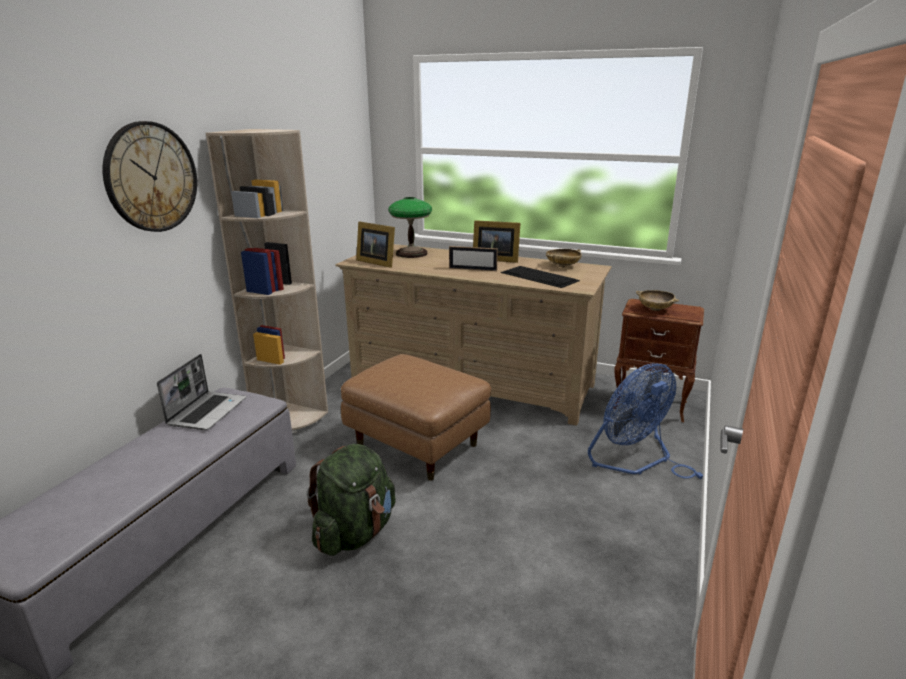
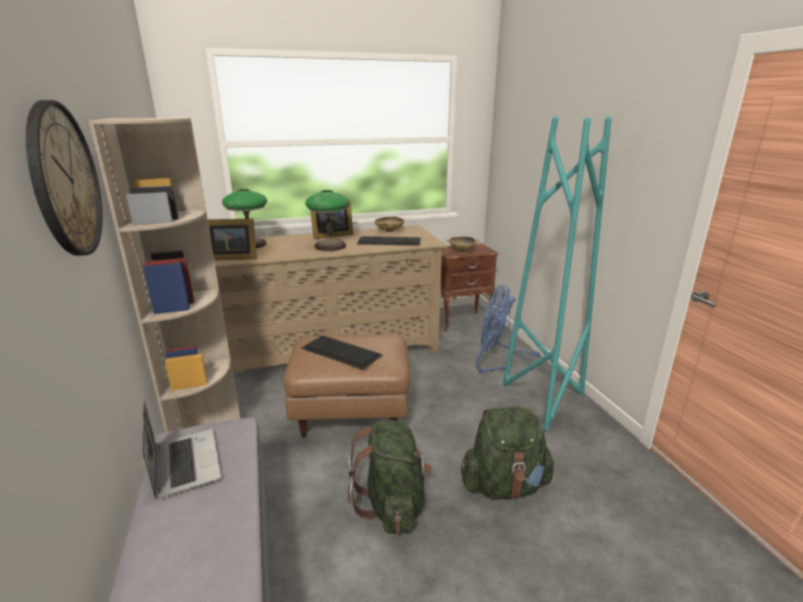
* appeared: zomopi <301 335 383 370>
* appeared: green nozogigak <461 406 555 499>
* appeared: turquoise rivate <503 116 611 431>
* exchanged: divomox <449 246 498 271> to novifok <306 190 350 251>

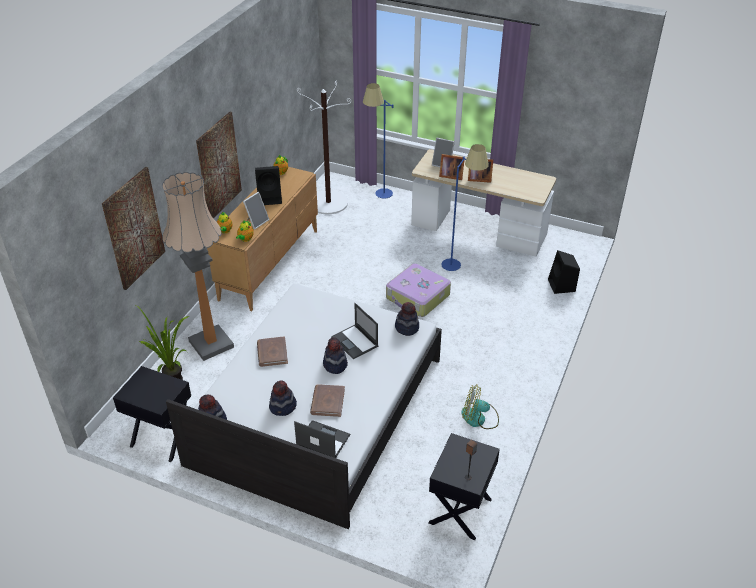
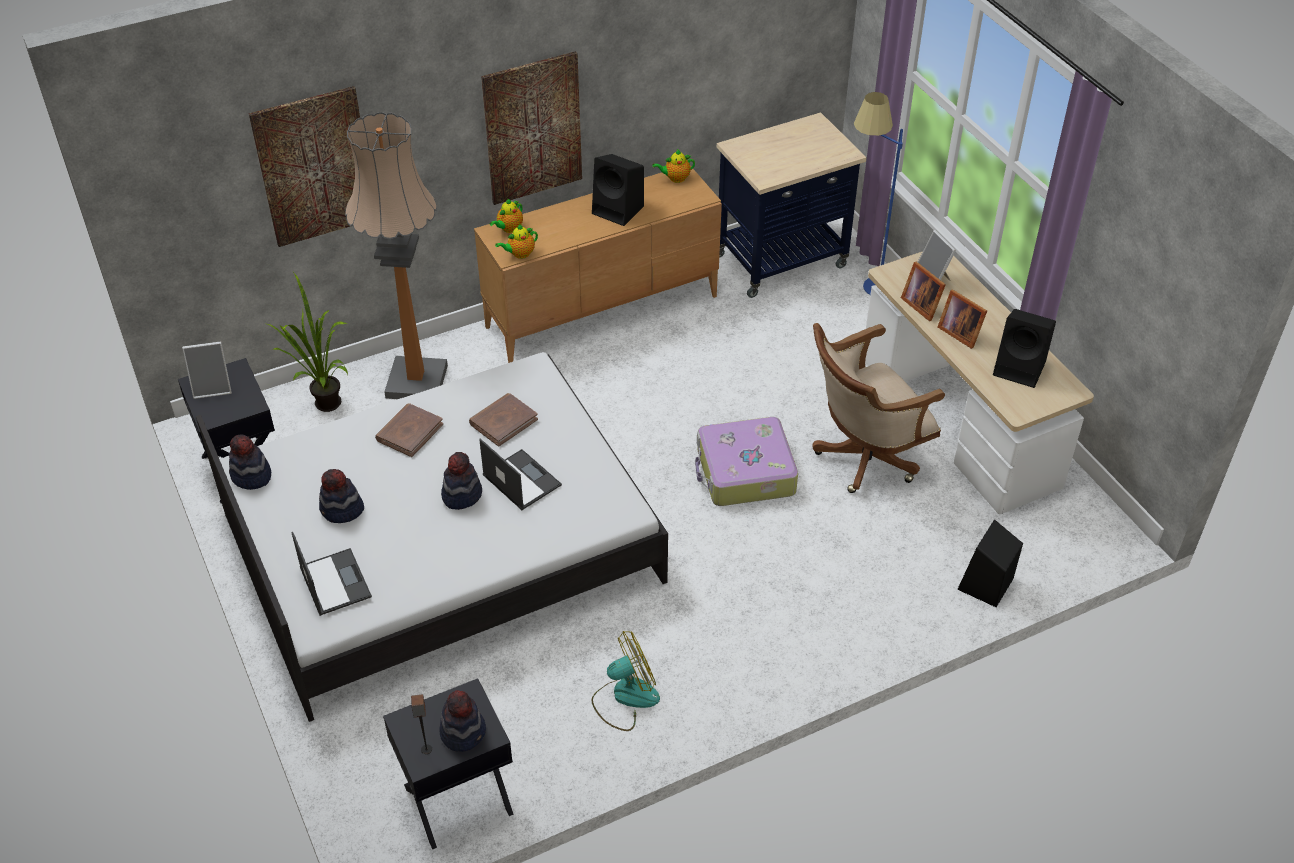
* appeared: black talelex <993 309 1056 388>
* relocated: divomox <243 192 270 230> to <182 341 232 399>
* relocated: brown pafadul <310 384 345 417> to <469 393 538 447>
* relocated: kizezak <395 302 419 336> to <439 690 486 752>
* exchanged: white rivate <297 81 351 214> to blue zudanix <717 112 867 298>
* exchanged: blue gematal <441 144 489 271> to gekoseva <813 323 945 493>
* spun: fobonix <331 303 378 359> = <479 438 562 510> 135 degrees clockwise
* spun: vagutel <461 385 499 429> = <591 631 660 731> 105 degrees clockwise

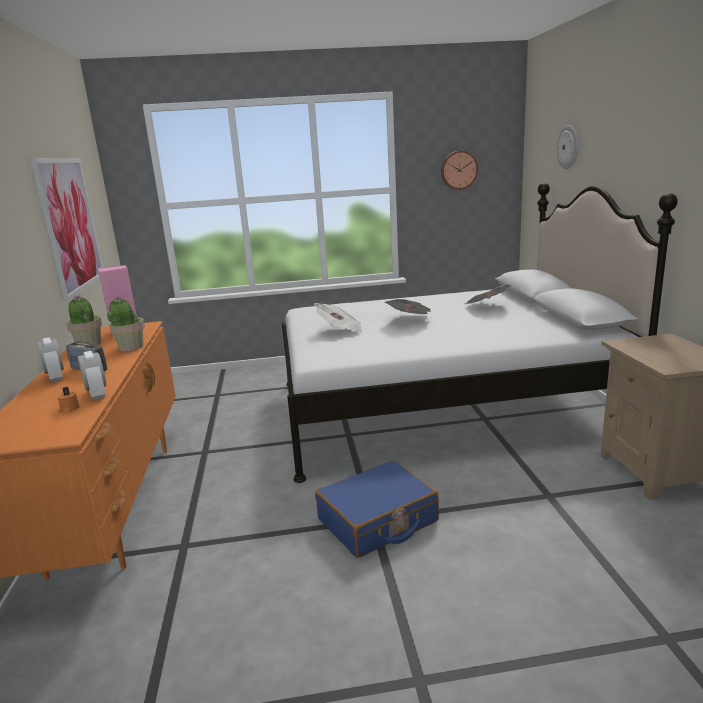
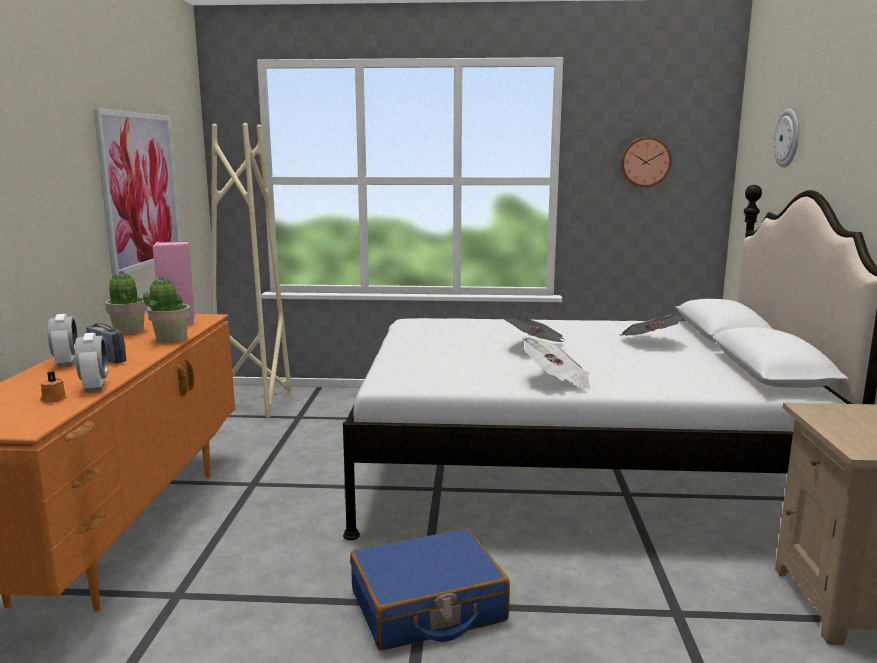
* appeared: beige rivate <211 123 292 418>
* relocated: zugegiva <314 303 362 333> to <522 337 590 390>

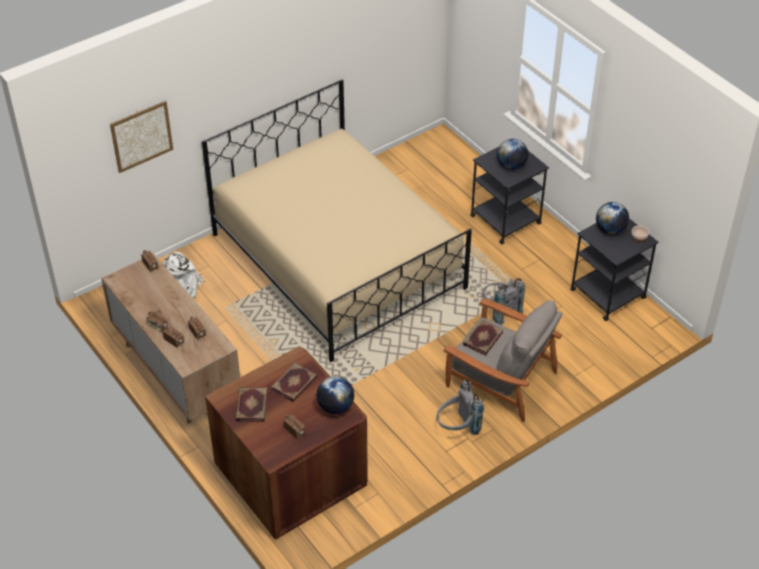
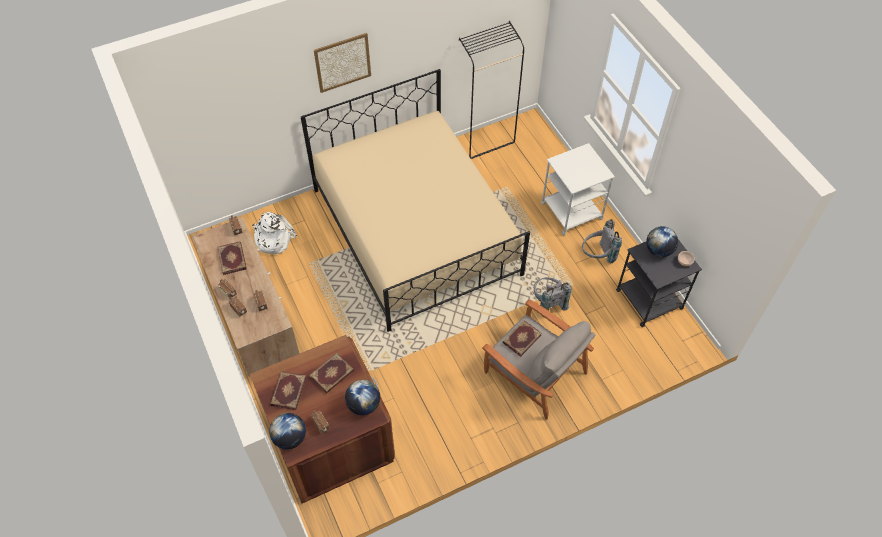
* appeared: pafadul <217 242 247 275>
* appeared: black rivate <459 21 524 159>
* relocated: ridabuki <110 101 173 173> to <314 33 371 93>
* relocated: grey nozogigak <436 380 484 435> to <582 219 622 263>
* relocated: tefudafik <497 139 528 170> to <269 413 306 450>
* colour: black zudanix <470 147 549 244> to white zudanix <541 143 615 235>

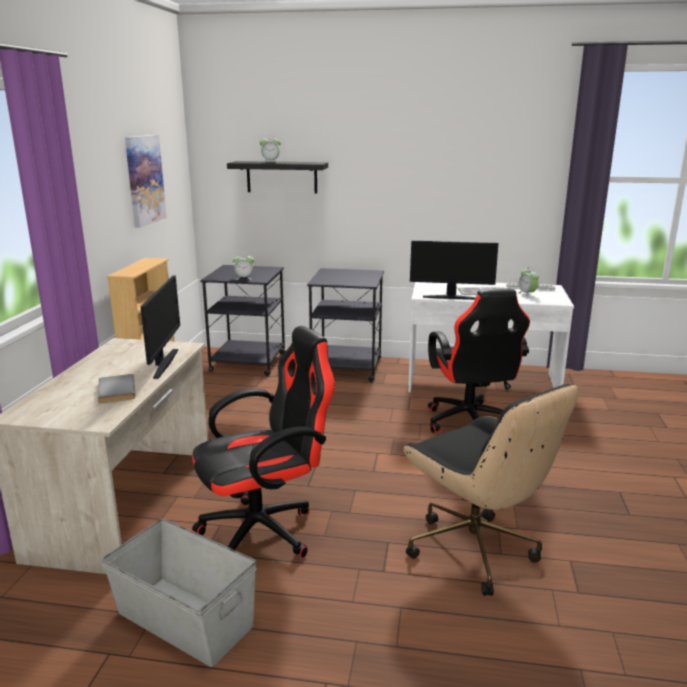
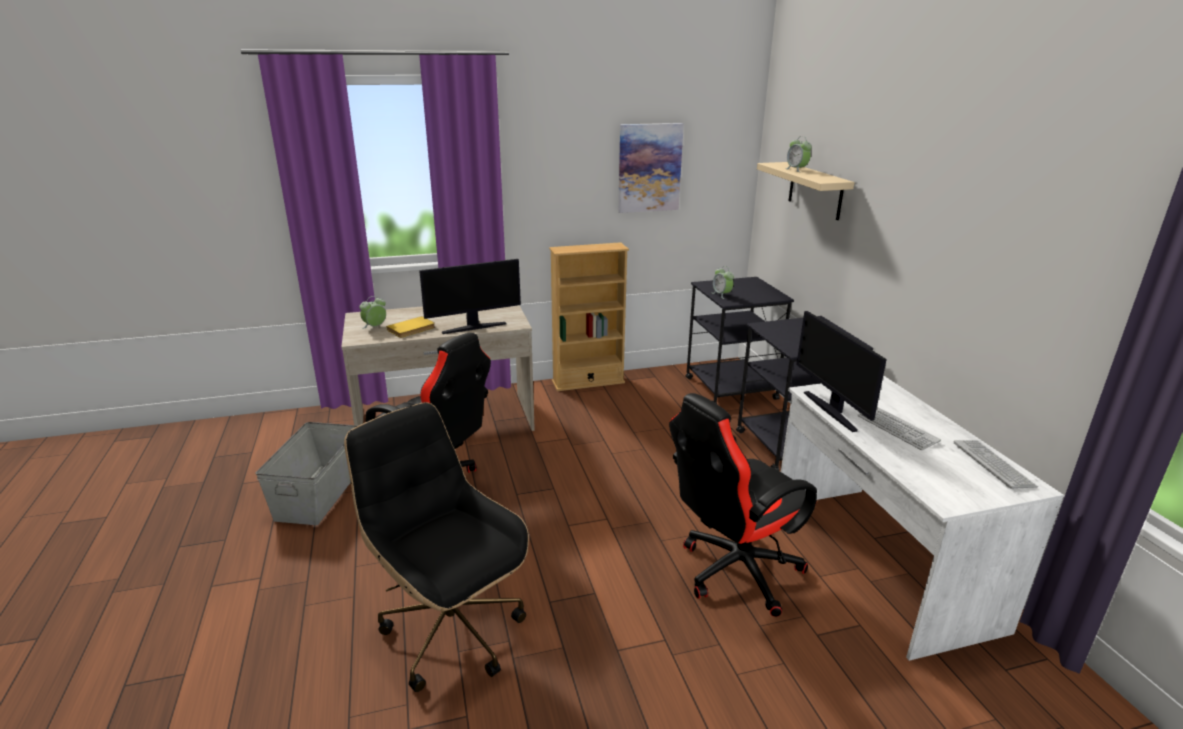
* relocated: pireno <517 267 539 297> to <360 296 386 329>
* colour: grey pafadul <98 374 136 403> to yellow pafadul <386 316 435 338>
* colour: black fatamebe <227 161 328 194> to beige fatamebe <757 162 854 220>
* spun: black gekoseva <403 384 578 596> = <344 402 529 692> 105 degrees clockwise

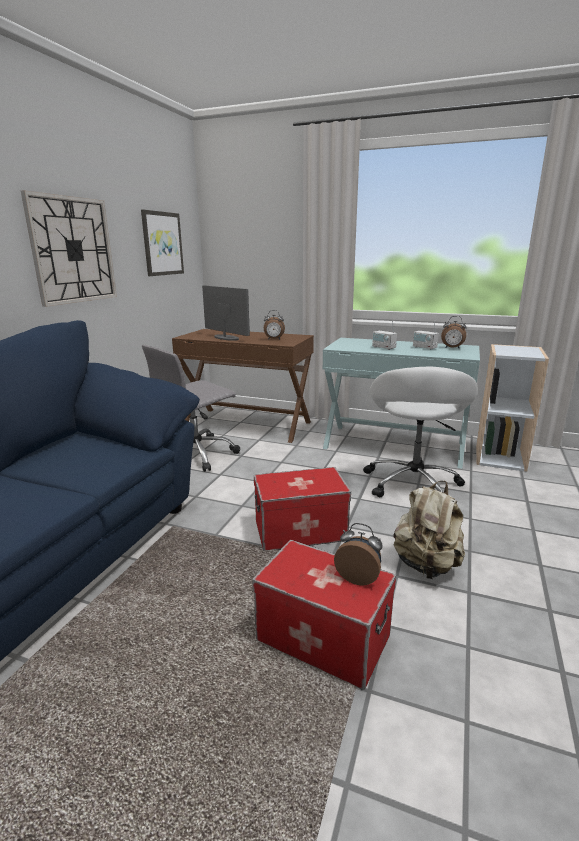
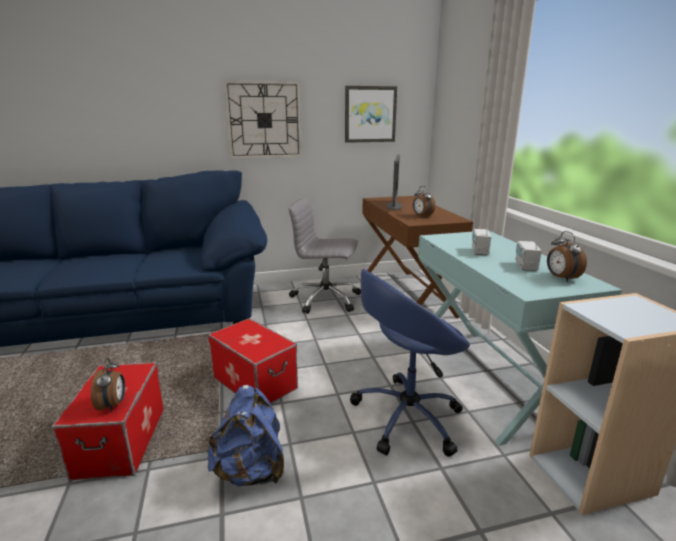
* colour: white gekoseva <363 367 478 497> to blue gekoseva <350 269 470 457>
* colour: beige nozogigak <394 480 465 579> to blue nozogigak <206 385 284 487>

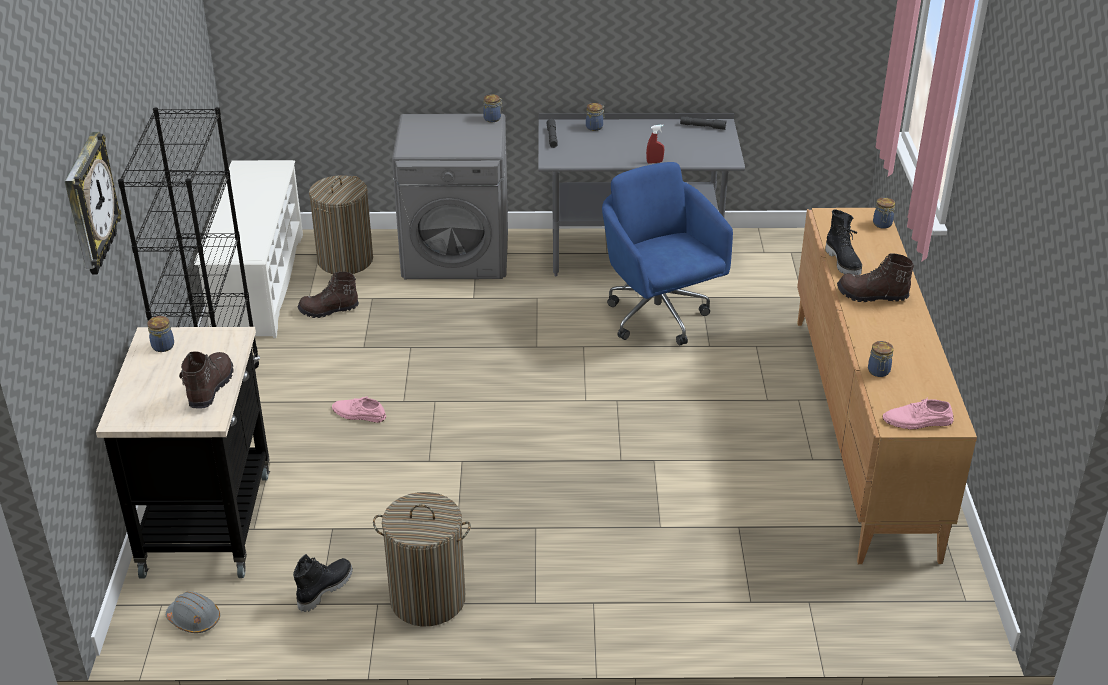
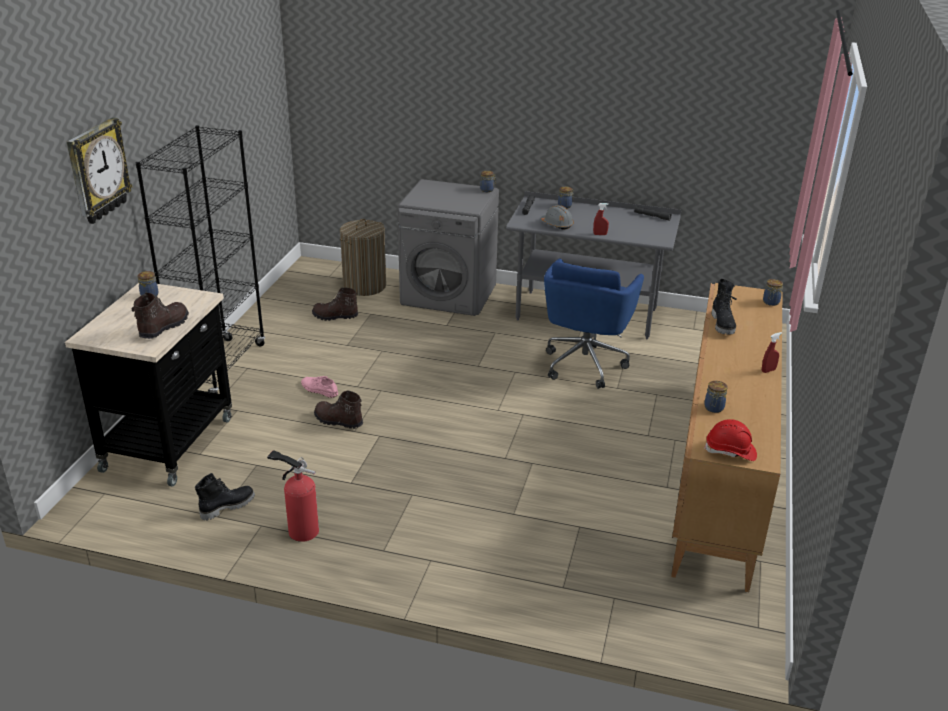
* missing: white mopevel <194 160 303 338>
* appeared: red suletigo <762 332 782 373>
* relocated: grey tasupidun <166 591 220 633> to <540 205 574 230>
* relocated: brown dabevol <837 254 914 302> to <314 390 363 429>
* exchanged: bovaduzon <373 492 471 626> to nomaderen <267 450 319 542>
* exchanged: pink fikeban <883 397 953 429> to red tasupidun <704 419 757 461>
* spun: blue gekoseva <602 162 733 346> = <544 259 644 389> 150 degrees counterclockwise

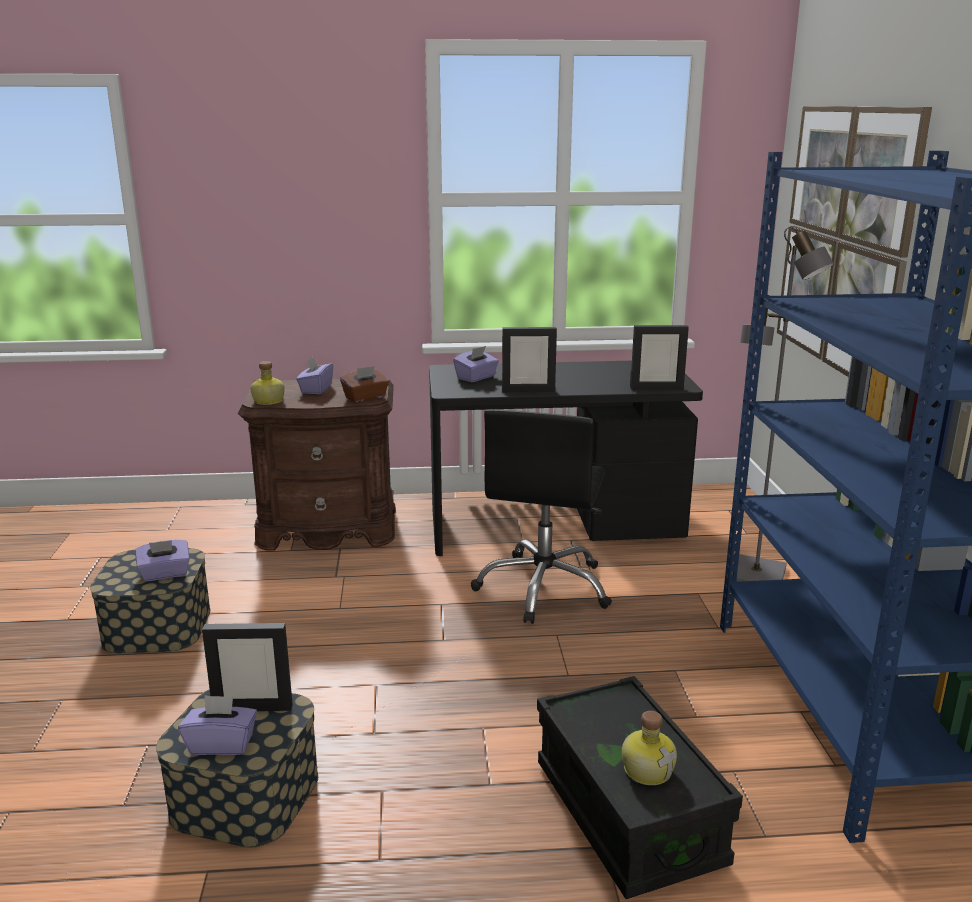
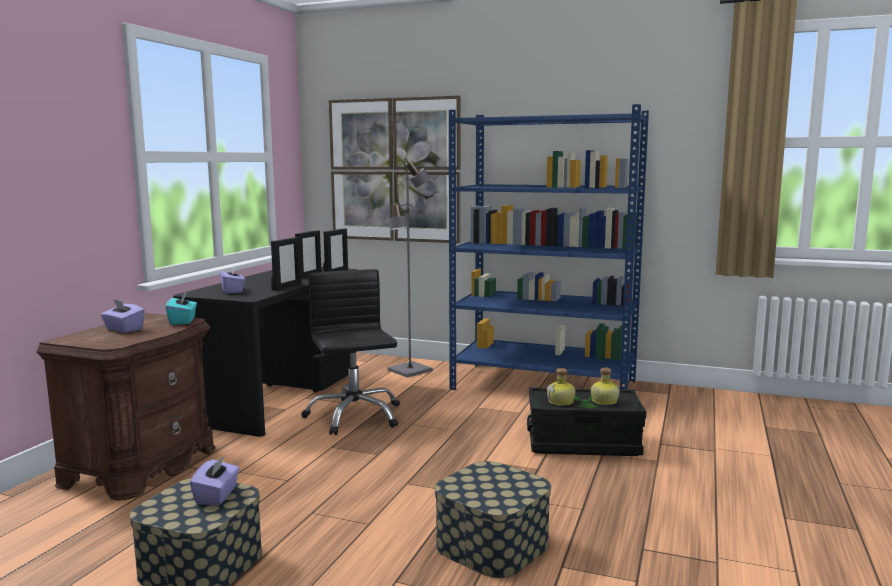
* missing: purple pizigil <178 695 257 755>
* relocated: divomox <202 623 293 711> to <295 230 321 279>
* relocated: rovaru <250 361 285 405> to <547 368 575 406>
* colour: brown pizigil <340 366 389 403> to turquoise pizigil <166 291 197 325>
* spun: black gekoseva <471 409 612 624> = <301 269 400 435> 150 degrees counterclockwise

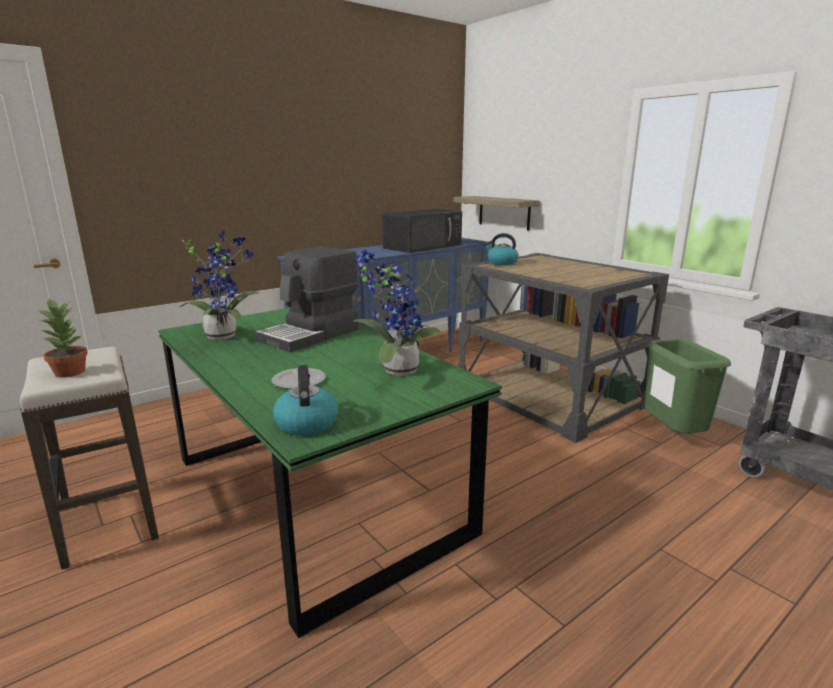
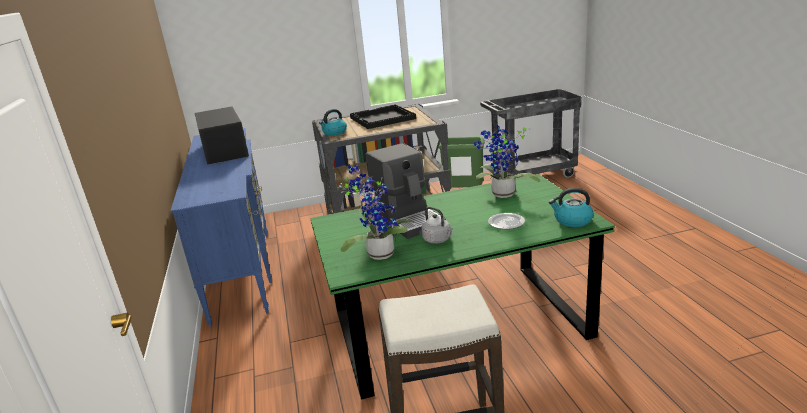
* missing: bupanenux <37 298 88 378>
* missing: fatamebe <453 196 540 230>
* appeared: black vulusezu <350 104 416 129>
* appeared: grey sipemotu <422 207 453 244>

